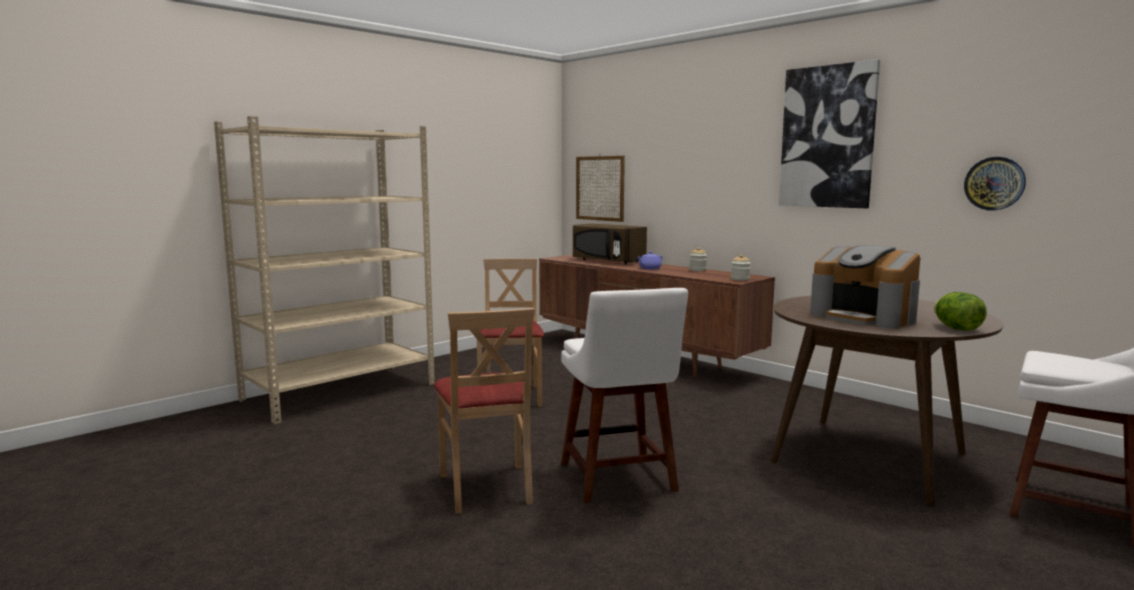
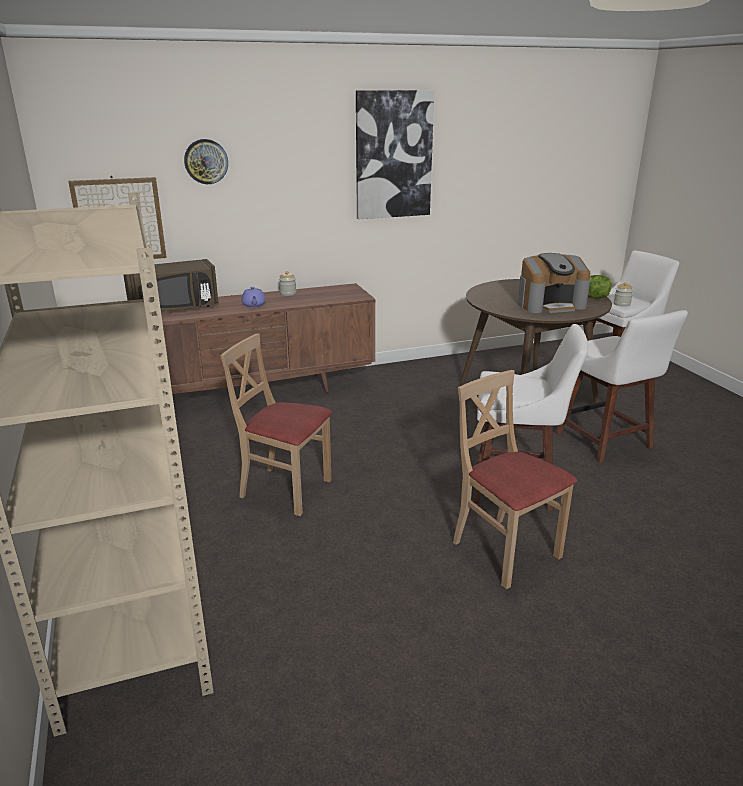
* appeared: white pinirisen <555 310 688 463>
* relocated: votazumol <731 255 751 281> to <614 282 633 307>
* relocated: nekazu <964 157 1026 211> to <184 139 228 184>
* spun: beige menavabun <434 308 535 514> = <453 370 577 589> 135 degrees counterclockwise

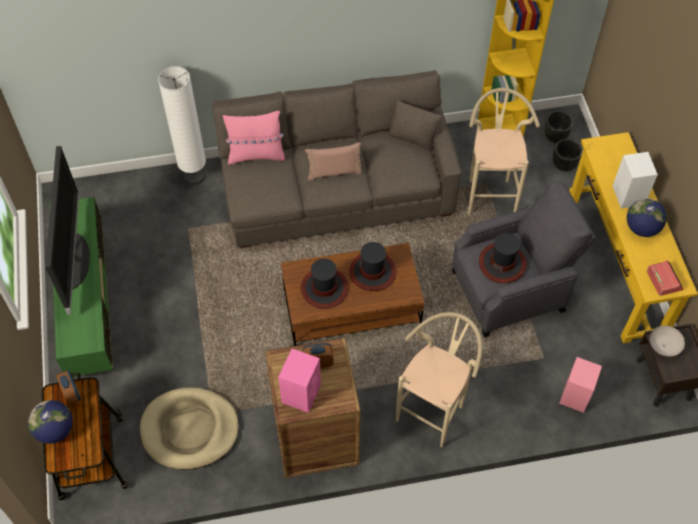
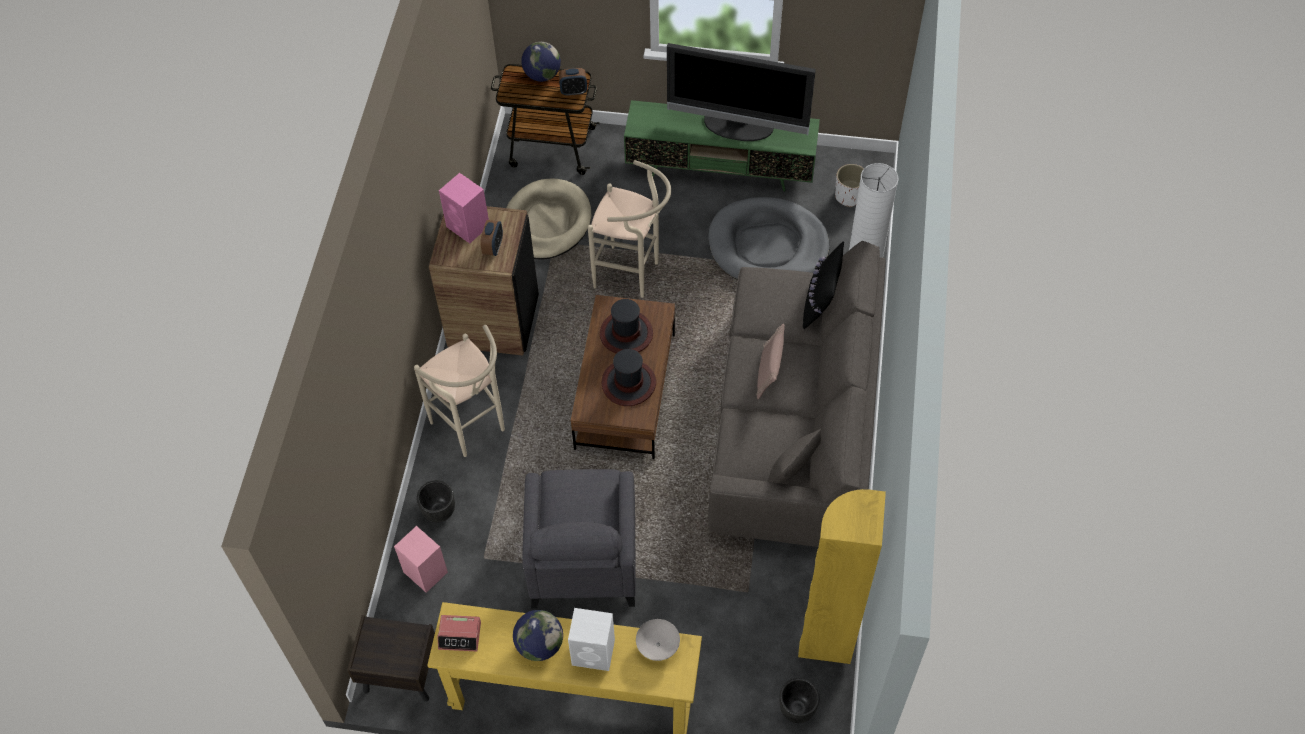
* missing: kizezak <479 233 527 283>
* appeared: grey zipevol <708 197 830 280>
* appeared: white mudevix <835 164 864 207>
* relocated: beige pinirisen <468 88 540 215> to <588 160 671 298>
* relocated: black mudevix <553 139 583 172> to <417 480 455 523>
* relocated: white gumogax <650 326 685 357> to <636 619 680 661>
* colour: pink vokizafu <223 111 285 165> to black vokizafu <803 242 844 329>

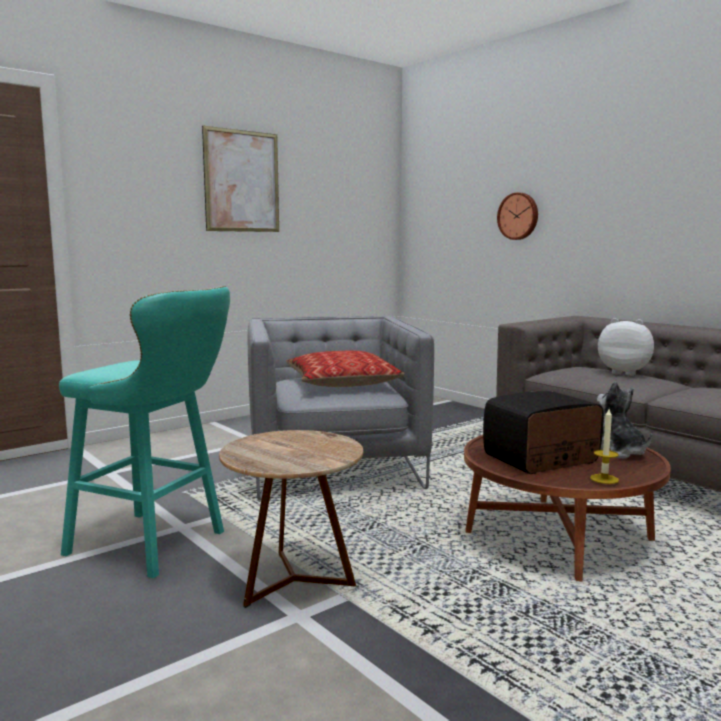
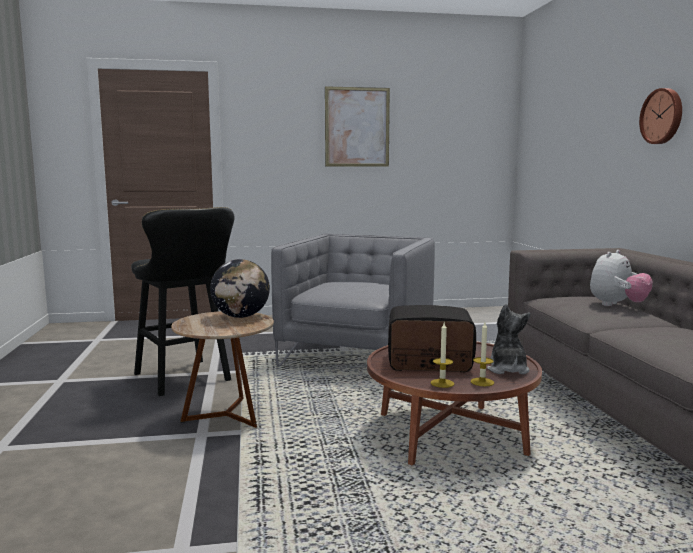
* missing: vokizafu <286 351 404 387>
* appeared: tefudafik <210 259 270 318>
* appeared: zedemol <471 322 494 386>
* relocated: nekazu <497 192 538 240> to <639 88 682 144>
* colour: turquoise pinirisen <59 286 230 578> to black pinirisen <131 207 235 396>
* spun: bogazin <598 318 654 376> = <590 250 653 306> 75 degrees clockwise

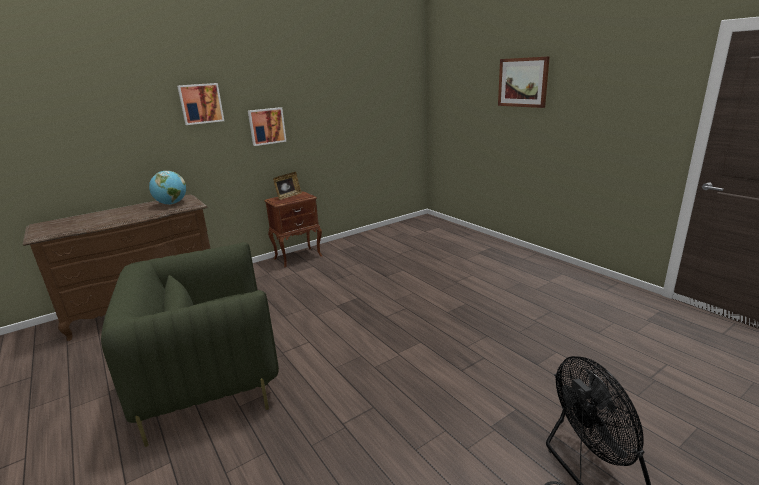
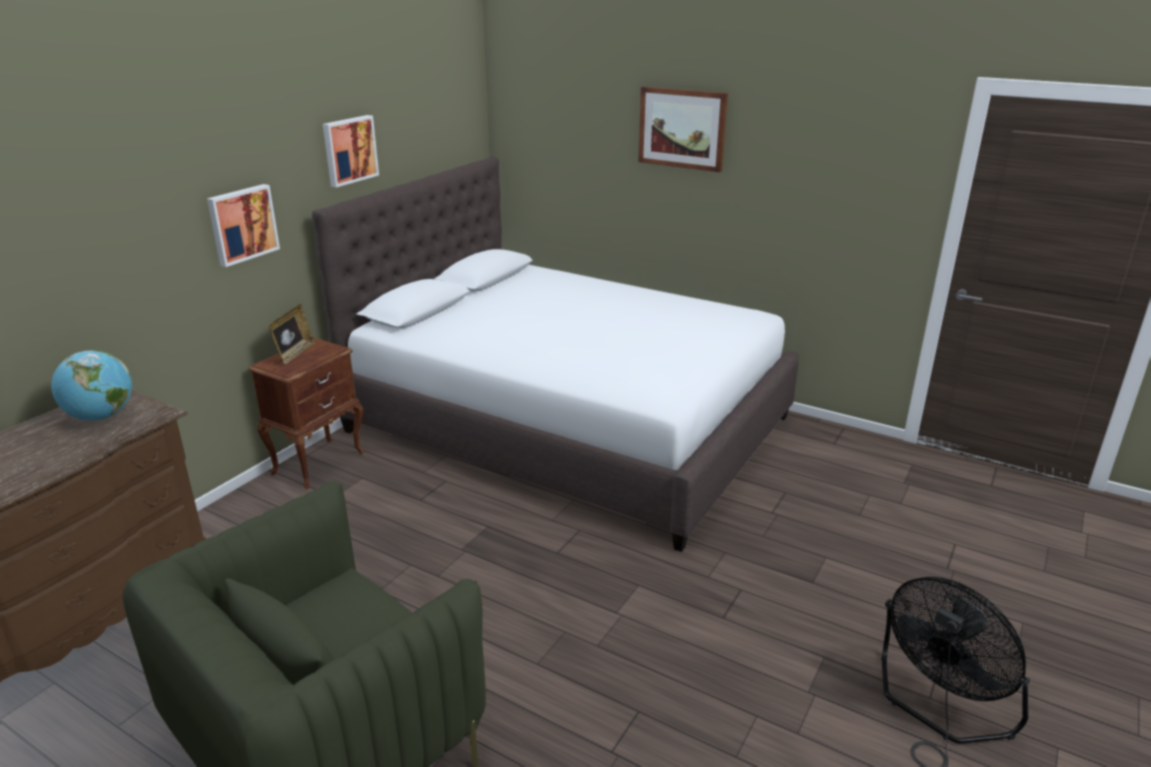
* appeared: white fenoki <312 157 799 552>
* relocated: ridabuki <177 83 224 125> to <323 115 379 187>

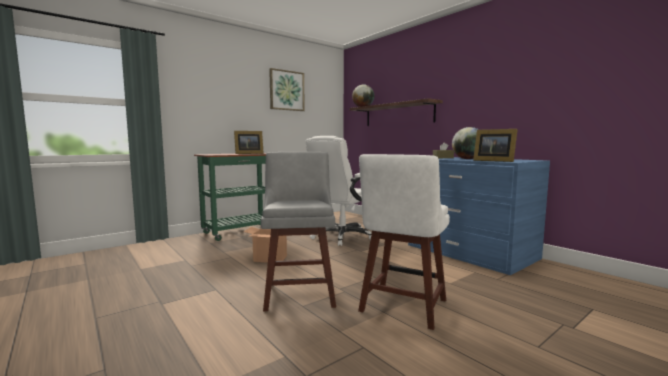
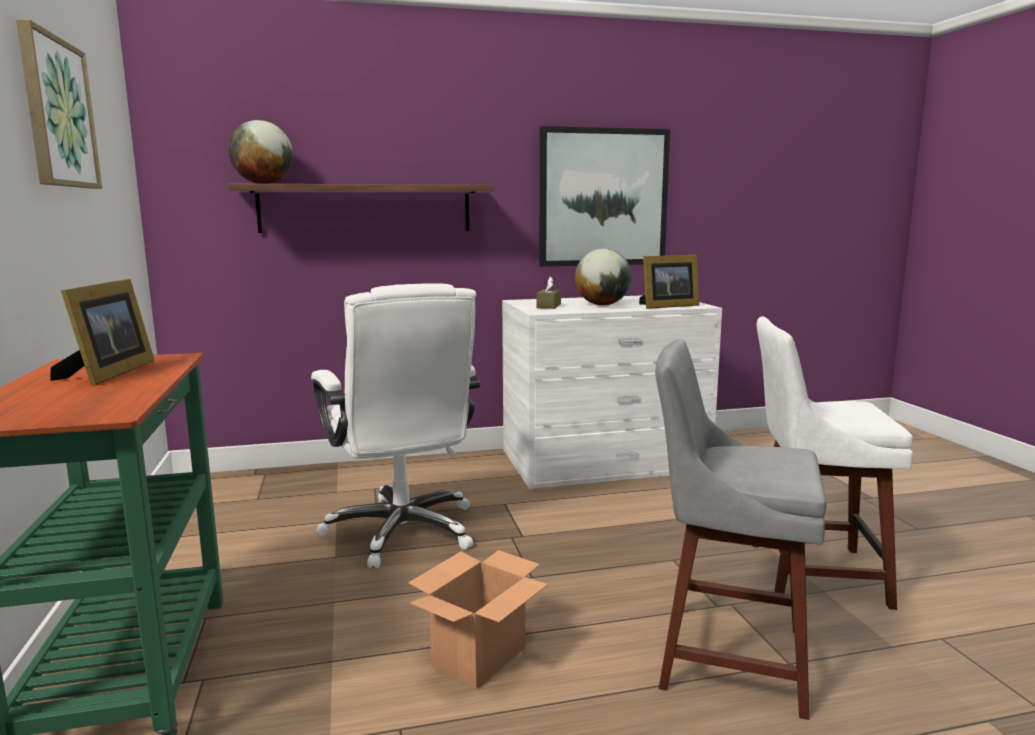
* appeared: ridabuki <539 126 670 267>
* colour: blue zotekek <408 157 550 275> to white zotekek <502 295 722 489>
* spun: white menavabun <358 154 450 330> = <753 316 913 610> 135 degrees clockwise

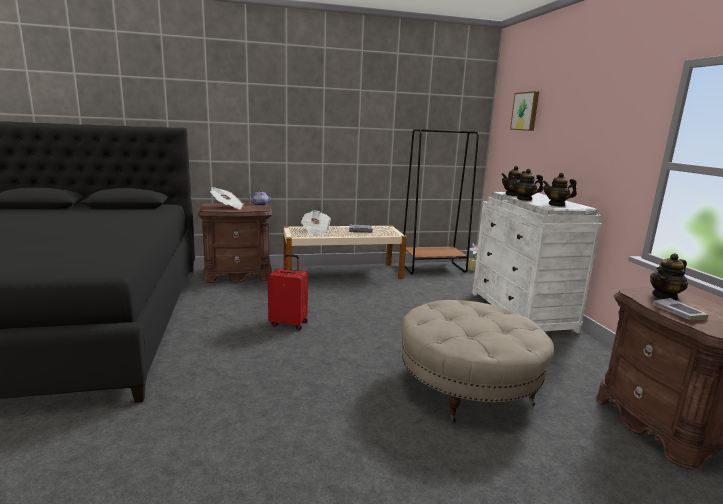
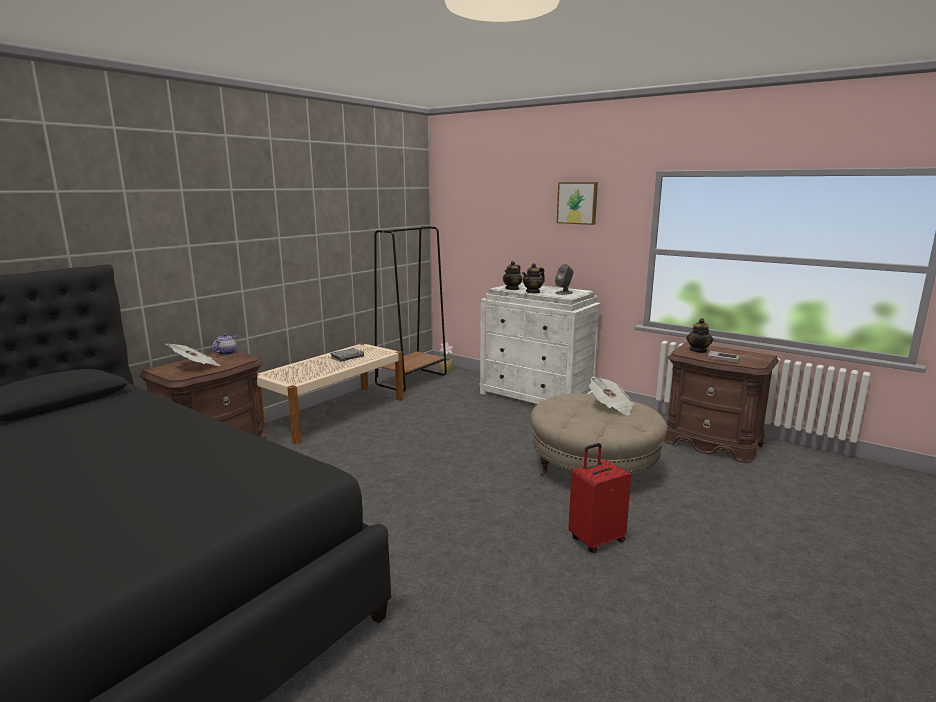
* relocated: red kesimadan <268 254 308 330> to <568 443 631 553>
* relocated: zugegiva <301 211 331 235> to <589 377 634 415>
* relocated: ridabuki <510 91 539 131> to <557 182 598 225>
* exchanged: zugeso <543 173 577 206> to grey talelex <555 264 574 295>

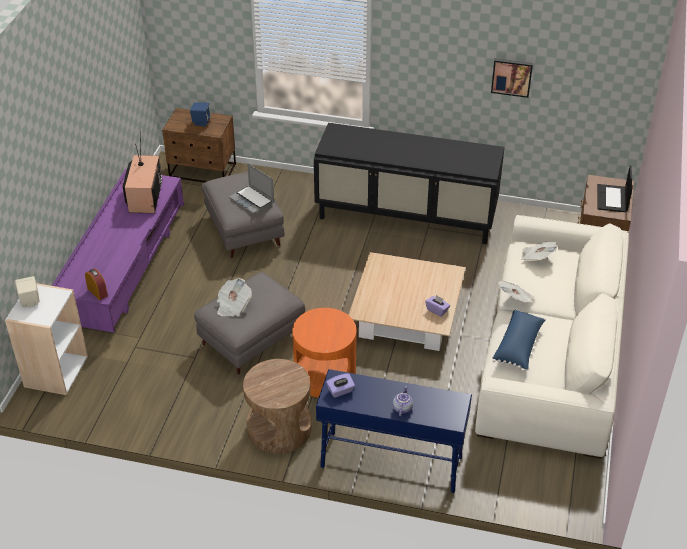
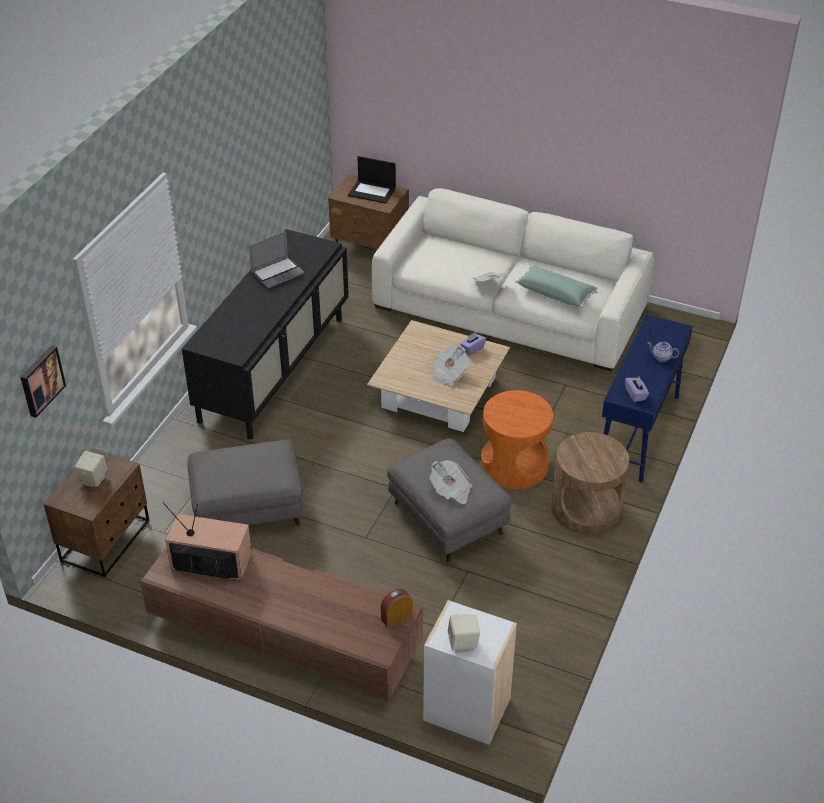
* relocated: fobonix <229 163 274 214> to <249 231 304 288>
* relocated: ridabuki <491 58 533 98> to <20 345 66 418>
* relocated: zugegiva <521 241 557 261> to <431 346 470 385>
* colour: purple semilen <52 169 184 333> to brown semilen <140 547 423 701>
* colour: blue talelex <190 102 211 127> to beige talelex <74 451 108 487>
* colour: blue vokizafu <493 309 546 372> to green vokizafu <515 266 598 308>

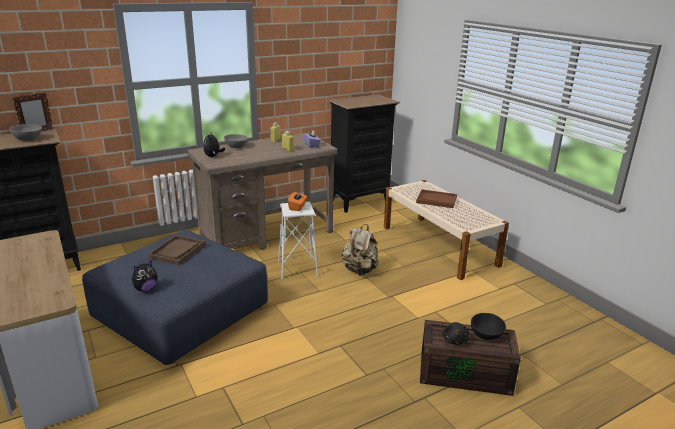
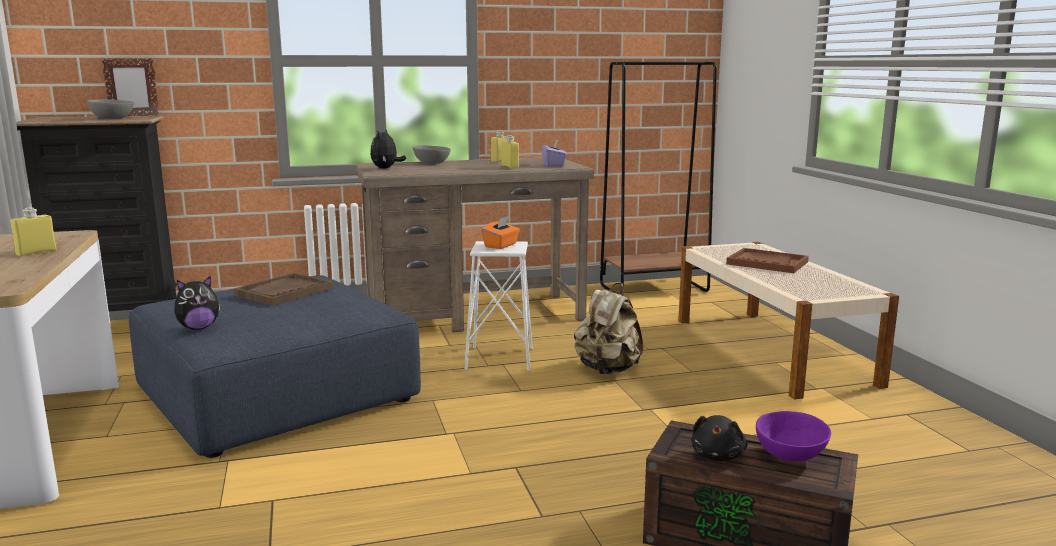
* appeared: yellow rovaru <10 207 56 256>
* exchanged: black zotekek <329 95 400 213> to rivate <600 62 717 294>
* colour: black gumogax <471 313 506 340> to purple gumogax <756 411 831 461>

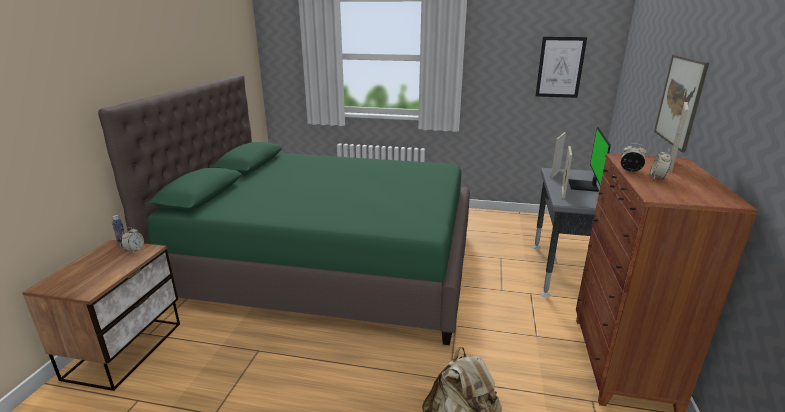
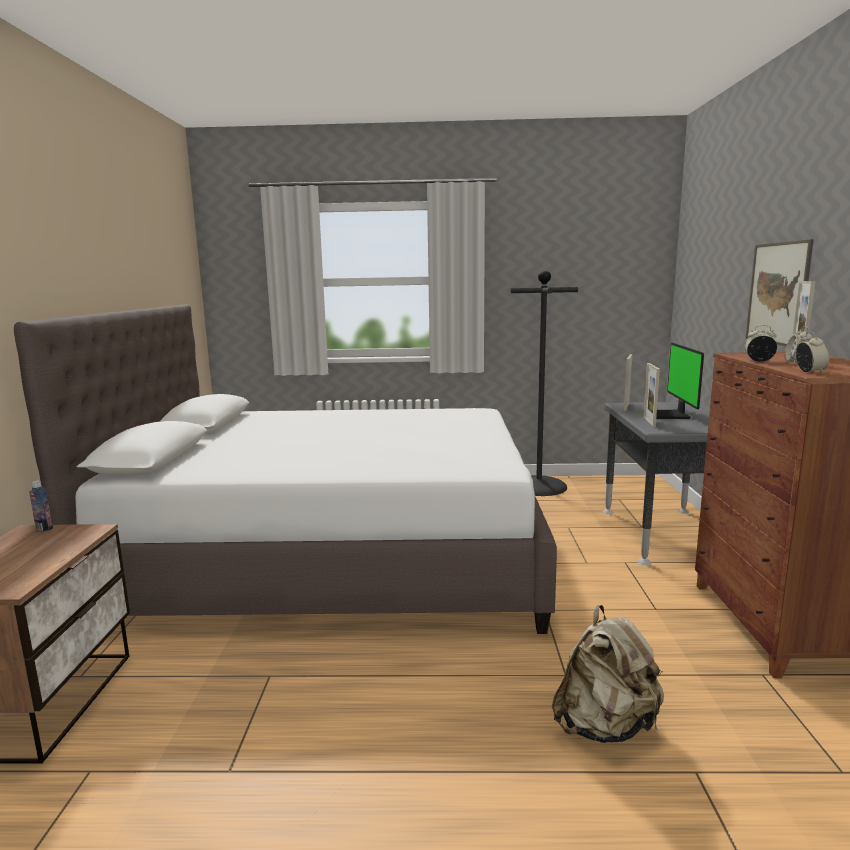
* missing: ridabuki <535 37 587 98>
* appeared: black rivate <511 271 578 496>
* relocated: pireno <121 227 144 253> to <796 331 829 373>
* colour: green fenoki <98 74 470 345> to white fenoki <14 304 557 634>

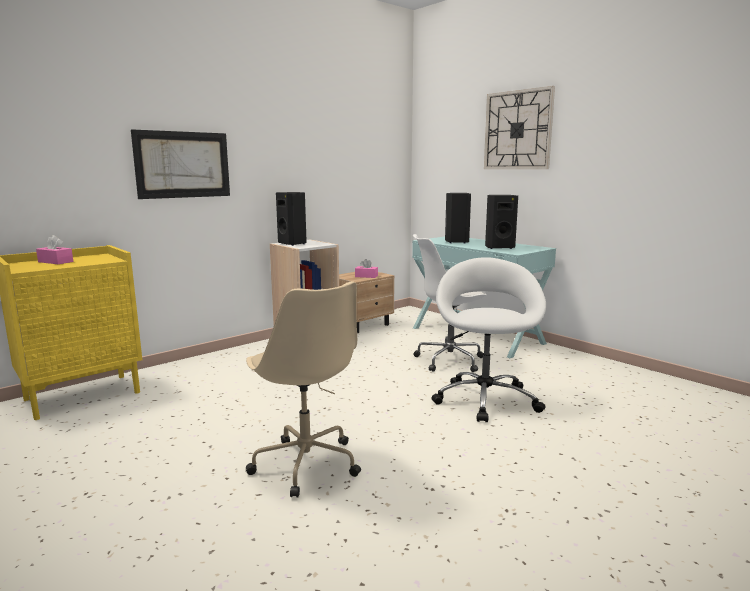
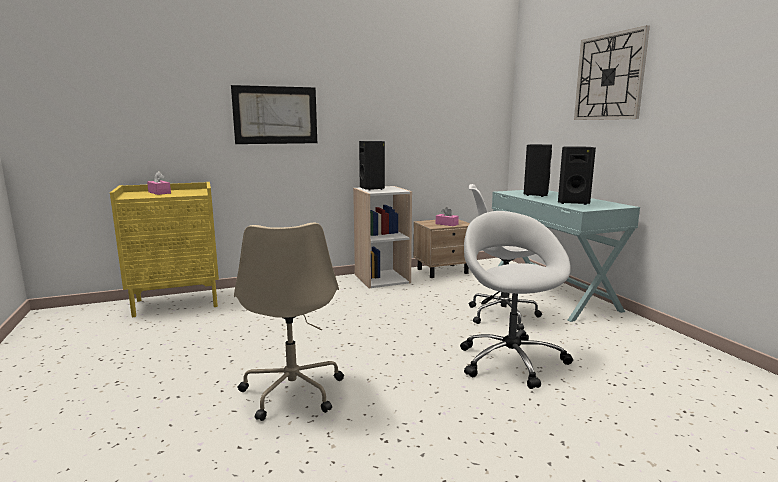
* spun: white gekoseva <432 257 546 422> = <460 211 573 389> 45 degrees counterclockwise

